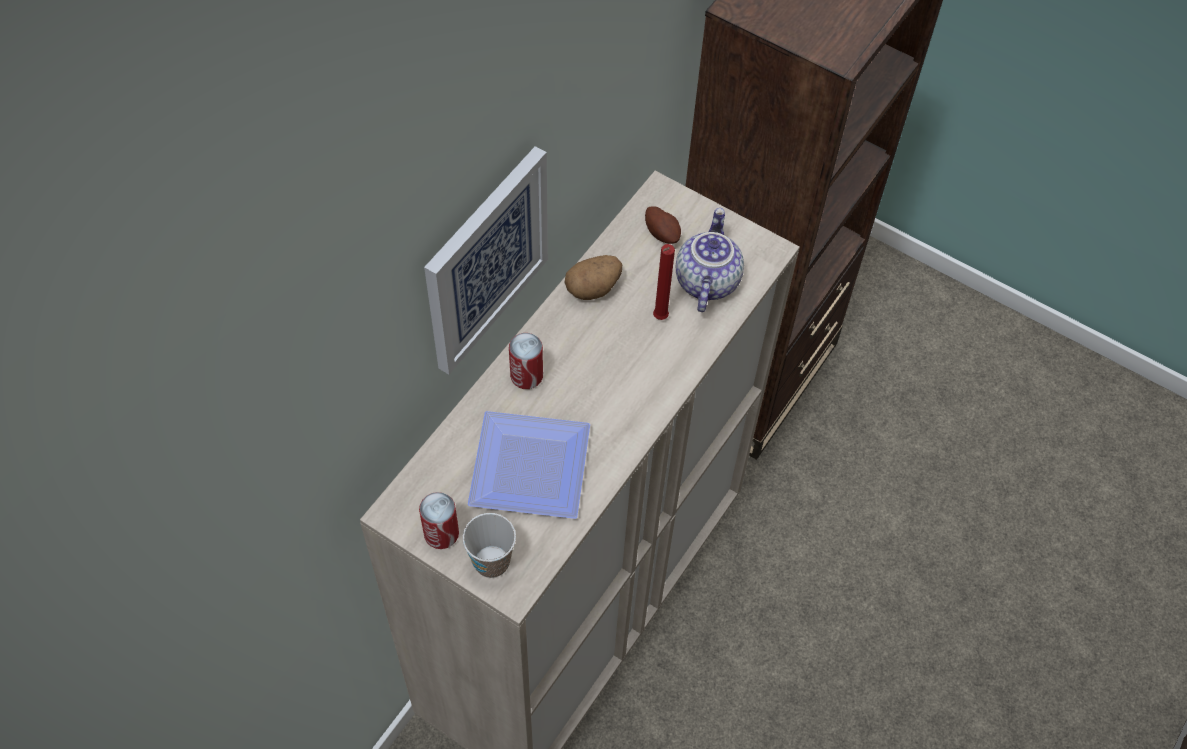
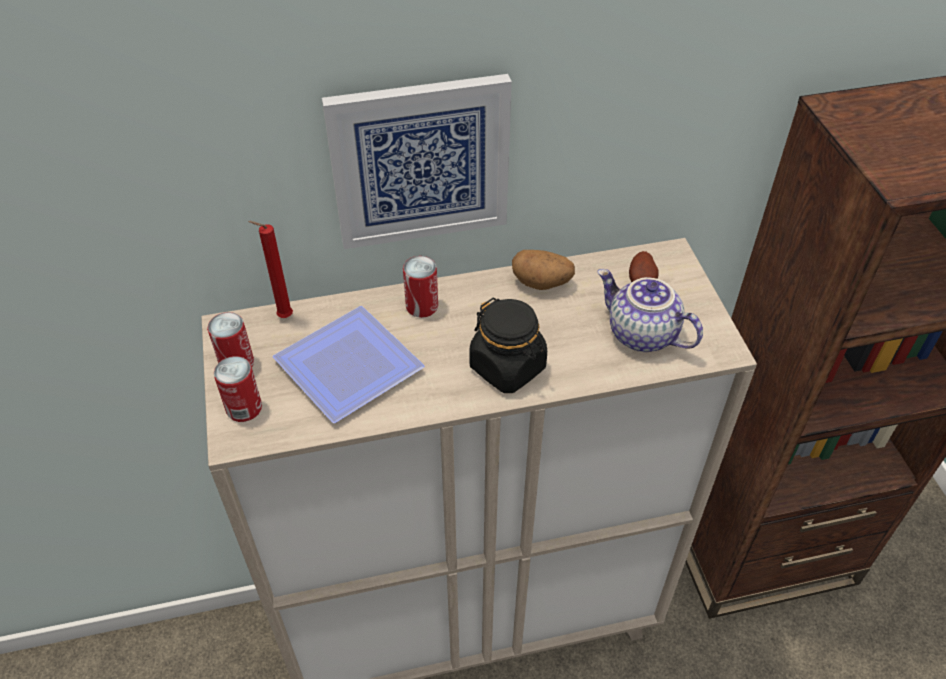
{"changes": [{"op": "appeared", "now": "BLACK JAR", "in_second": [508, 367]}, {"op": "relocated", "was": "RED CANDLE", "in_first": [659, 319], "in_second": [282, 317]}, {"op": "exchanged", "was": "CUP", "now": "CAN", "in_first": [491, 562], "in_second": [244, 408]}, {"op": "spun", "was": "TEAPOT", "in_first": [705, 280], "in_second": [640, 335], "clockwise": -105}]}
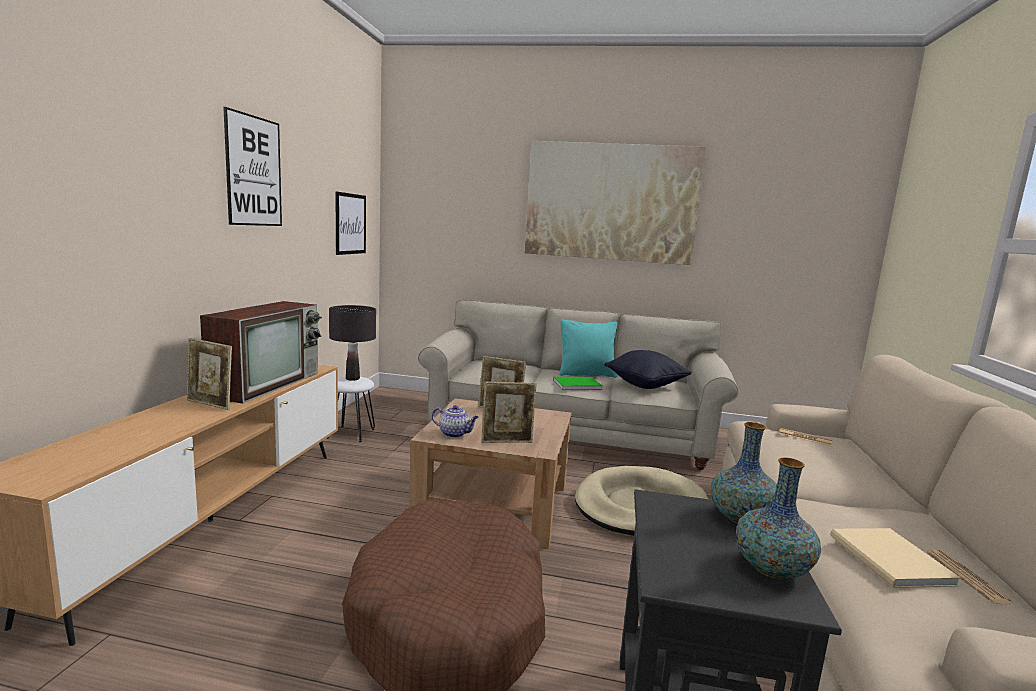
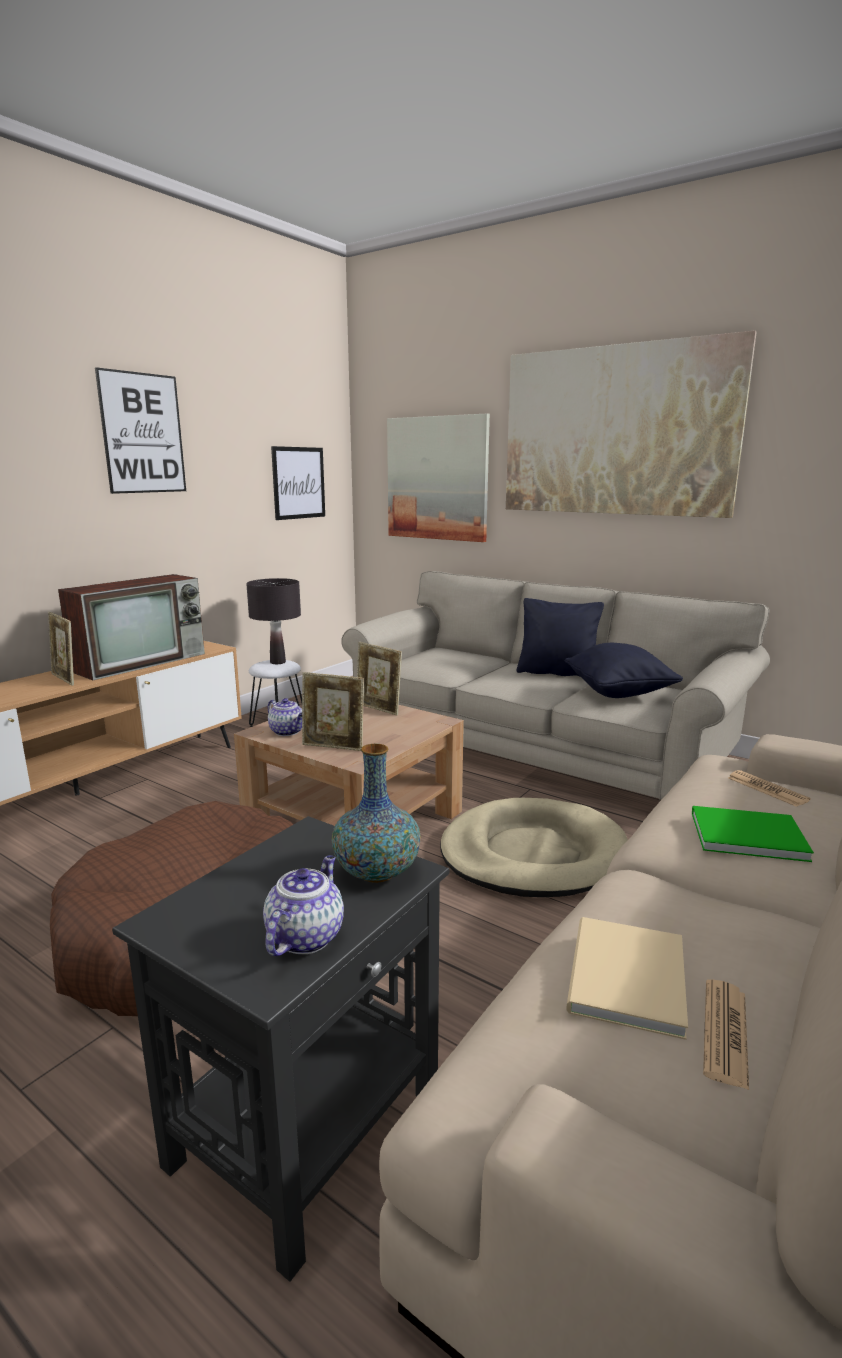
{"changes": [{"op": "appeared", "now": "PICTURE", "in_second": [437, 478]}, {"op": "relocated", "was": "GREEN BOOK", "in_first": [575, 384], "in_second": [743, 834]}, {"op": "exchanged", "was": "VASE", "now": "TEAPOT", "in_first": [771, 569], "in_second": [305, 936]}, {"op": "colour", "was": "TURQUOISE PILLOW", "now": "BLACK PILLOW", "in_first": [586, 374], "in_second": [557, 673]}]}
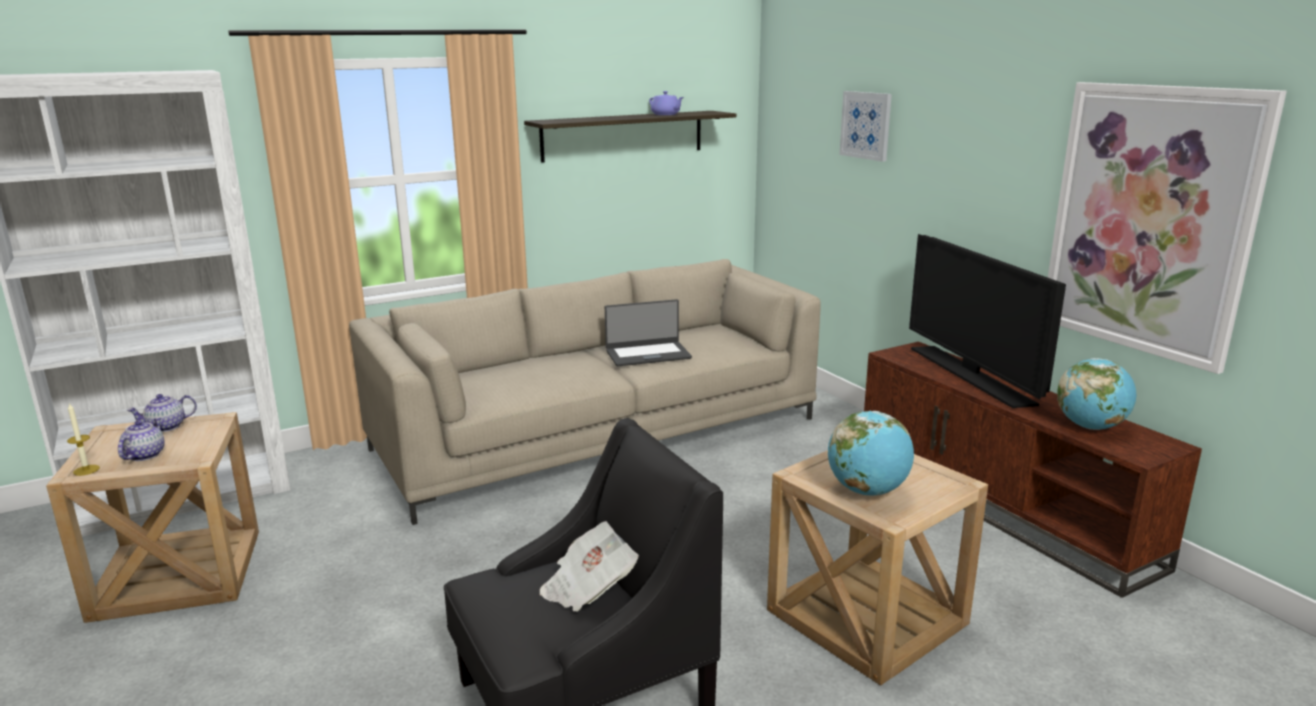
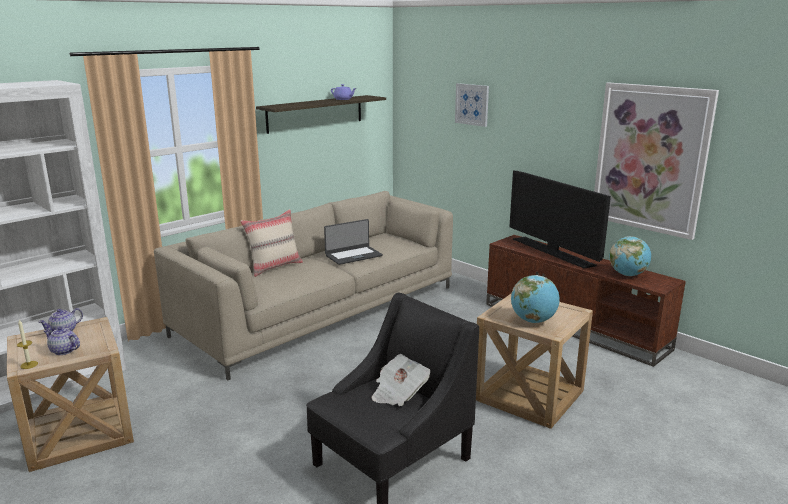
{"changes": [{"op": "appeared", "now": "BEIGE PILLOW", "in_second": [274, 267]}, {"op": "spun", "was": "TEAPOT", "in_first": [144, 455], "in_second": [63, 351], "clockwise": -60}]}
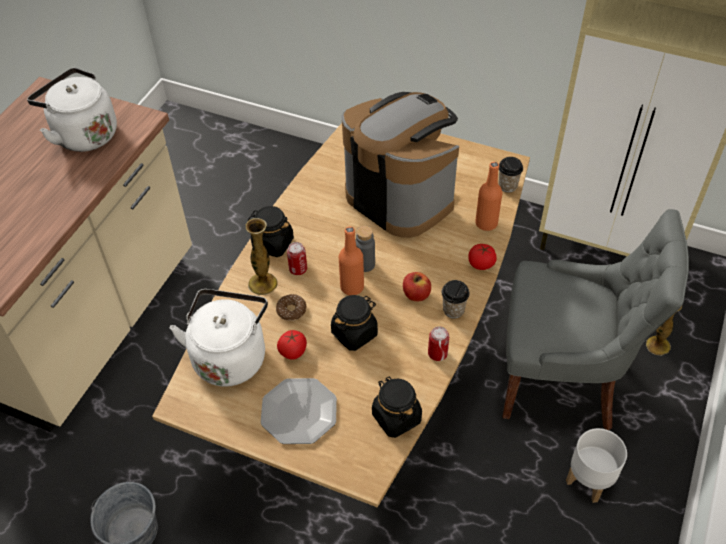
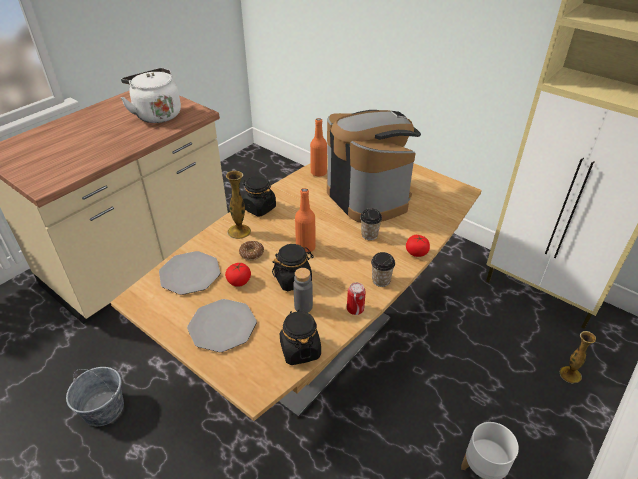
{"changes": [{"op": "missing", "was": "CAN", "in_first": [298, 269]}, {"op": "missing", "was": "APPLE", "in_first": [416, 294]}, {"op": "missing", "was": "GREY CHAIR", "in_first": [563, 379]}, {"op": "relocated", "was": "GREY BOTTLE", "in_first": [365, 264], "in_second": [303, 306]}, {"op": "relocated", "was": "ORANGE BOTTLE", "in_first": [486, 223], "in_second": [318, 172]}, {"op": "relocated", "was": "CUP", "in_first": [507, 186], "in_second": [369, 235]}, {"op": "exchanged", "was": "WHITE KETTLE", "now": "PLATE", "in_first": [230, 356], "in_second": [190, 274]}]}
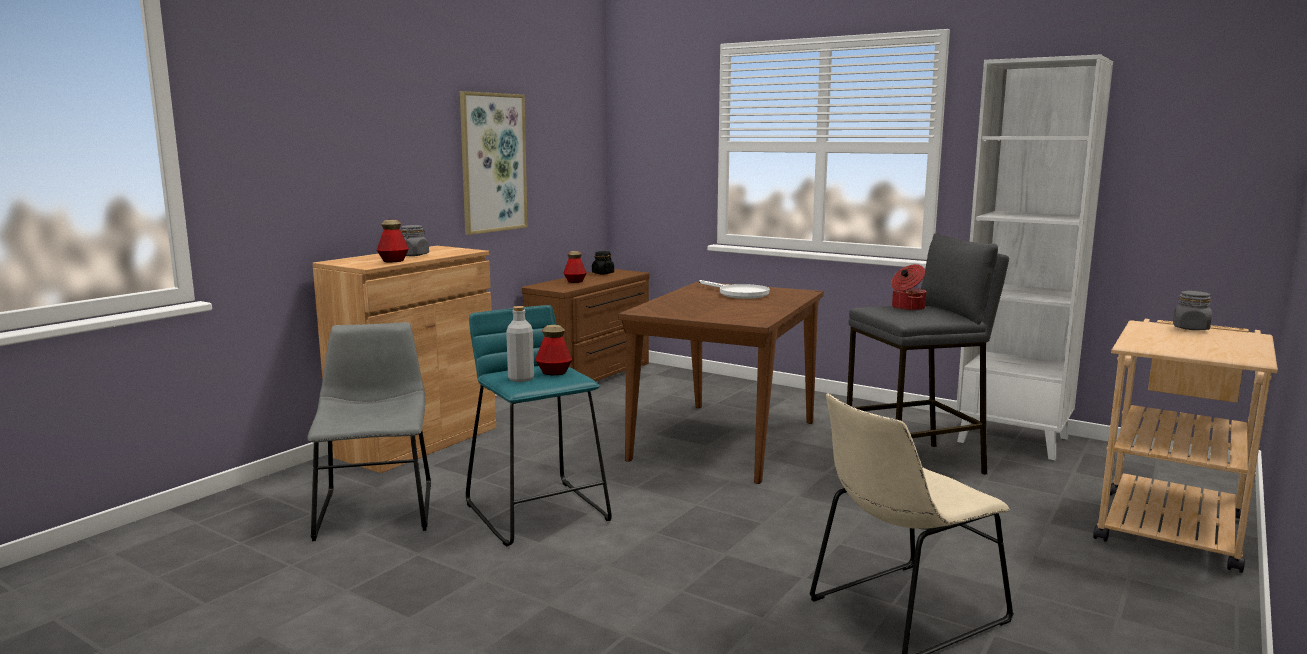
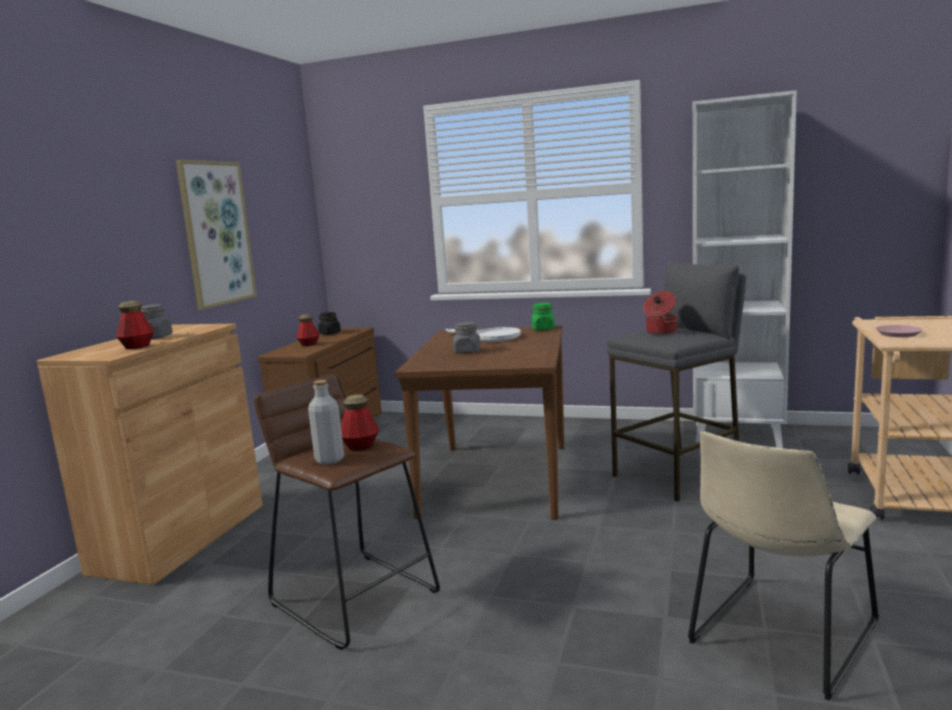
{"changes": [{"op": "missing", "was": "GREY CHAIR", "in_first": [376, 508]}, {"op": "appeared", "now": "GREEN JAR", "in_second": [543, 329]}, {"op": "appeared", "now": "PINK PLATE", "in_second": [898, 334]}, {"op": "relocated", "was": "GREY JAR", "in_first": [1190, 328], "in_second": [467, 351]}, {"op": "colour", "was": "TURQUOISE STOOL", "now": "BROWN STOOL", "in_first": [539, 512], "in_second": [356, 597]}]}
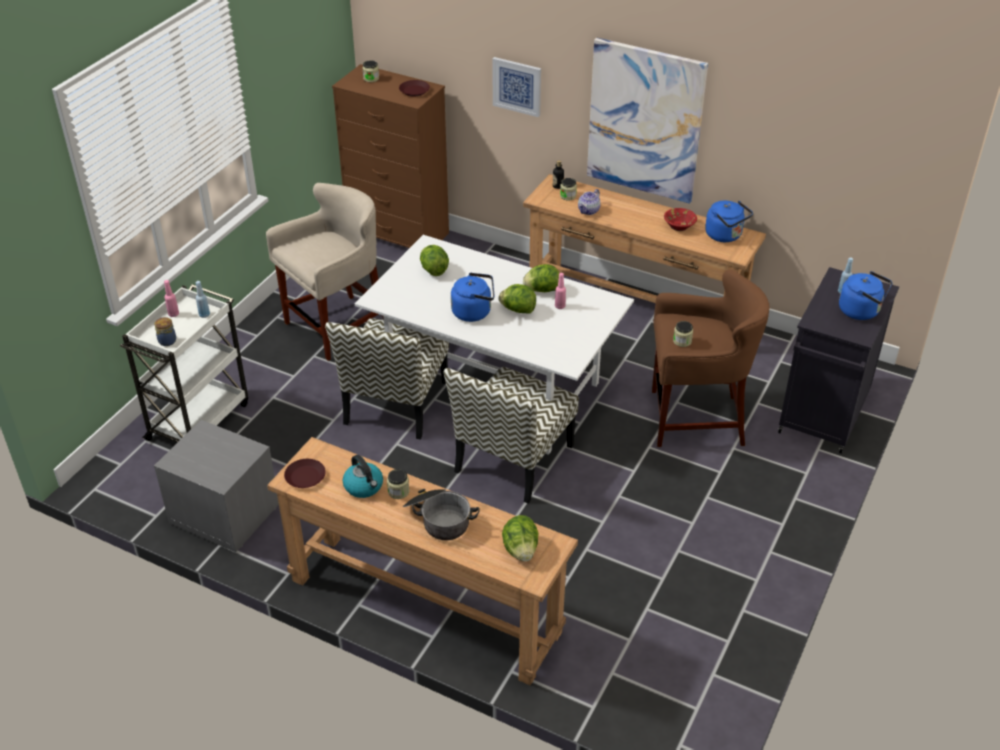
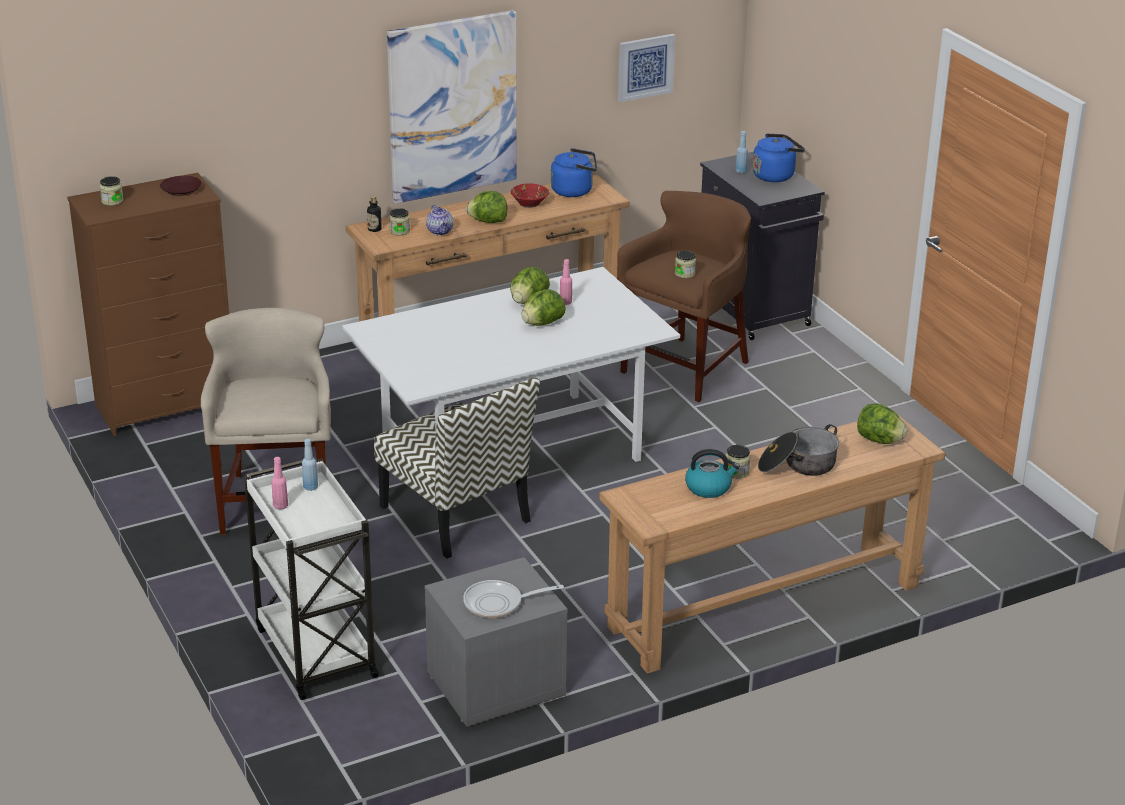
{"changes": [{"op": "missing", "was": "JAR", "in_first": [167, 340]}, {"op": "missing", "was": "BROWN PLATE", "in_first": [305, 477]}, {"op": "missing", "was": "CHAIR", "in_first": [513, 460]}, {"op": "missing", "was": "BLUE KETTLE", "in_first": [474, 312]}, {"op": "appeared", "now": "FRYING PAN", "in_second": [498, 603]}, {"op": "relocated", "was": "LETTUCE", "in_first": [433, 270], "in_second": [488, 221]}, {"op": "relocated", "was": "PICTURE", "in_first": [517, 86], "in_second": [645, 67]}]}
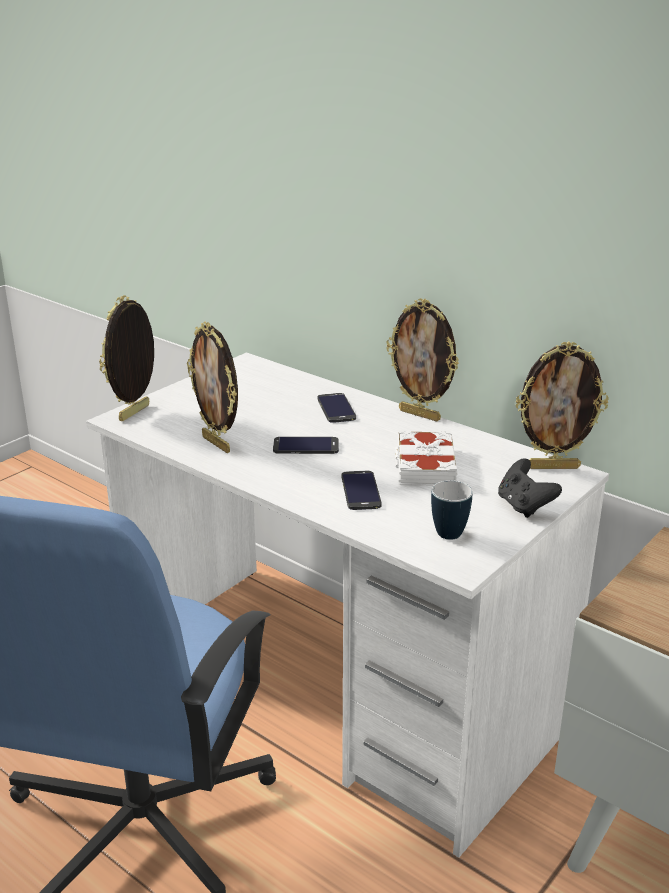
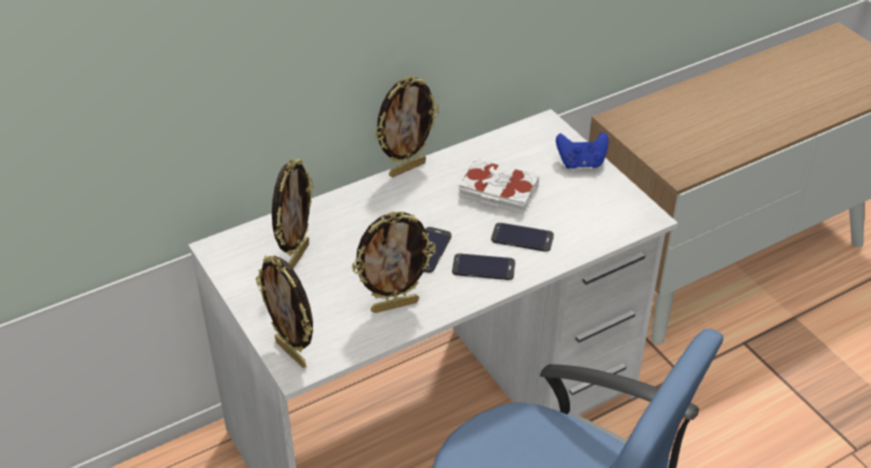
{"changes": [{"op": "missing", "was": "MUG", "in_first": [447, 529]}, {"op": "relocated", "was": "PHONE", "in_first": [336, 408], "in_second": [483, 267]}, {"op": "relocated", "was": "PICTURE FRAME", "in_first": [553, 467], "in_second": [297, 256]}, {"op": "colour", "was": "BLACK GAME CONTROLLER", "now": "BLUE GAME CONTROLLER", "in_first": [524, 506], "in_second": [581, 163]}]}
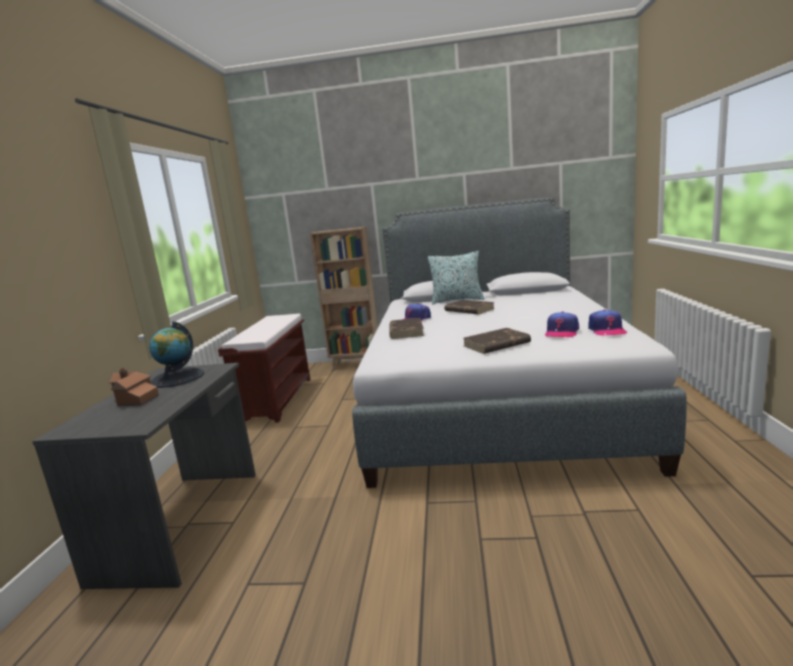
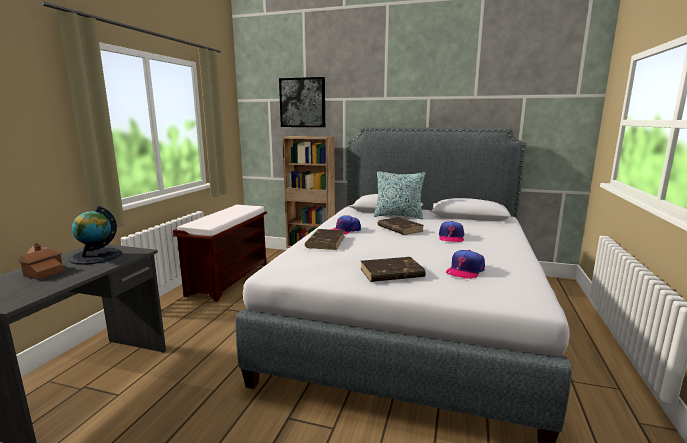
{"changes": [{"op": "appeared", "now": "PICTURE", "in_second": [302, 102]}, {"op": "relocated", "was": "CAP", "in_first": [607, 330], "in_second": [451, 237]}]}
